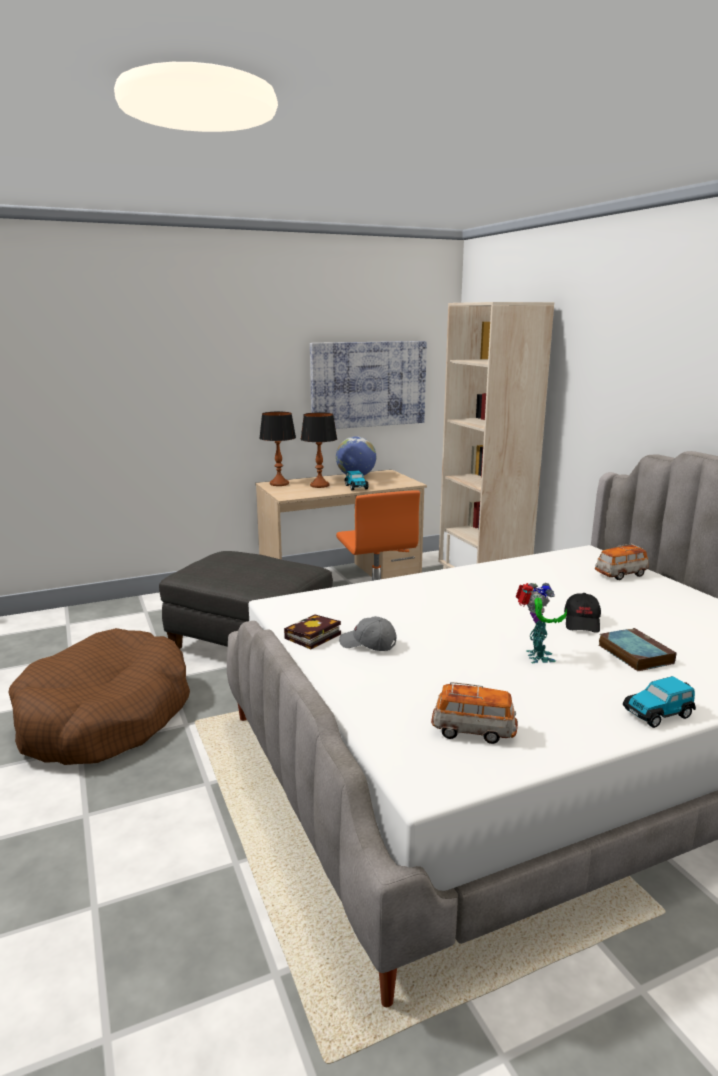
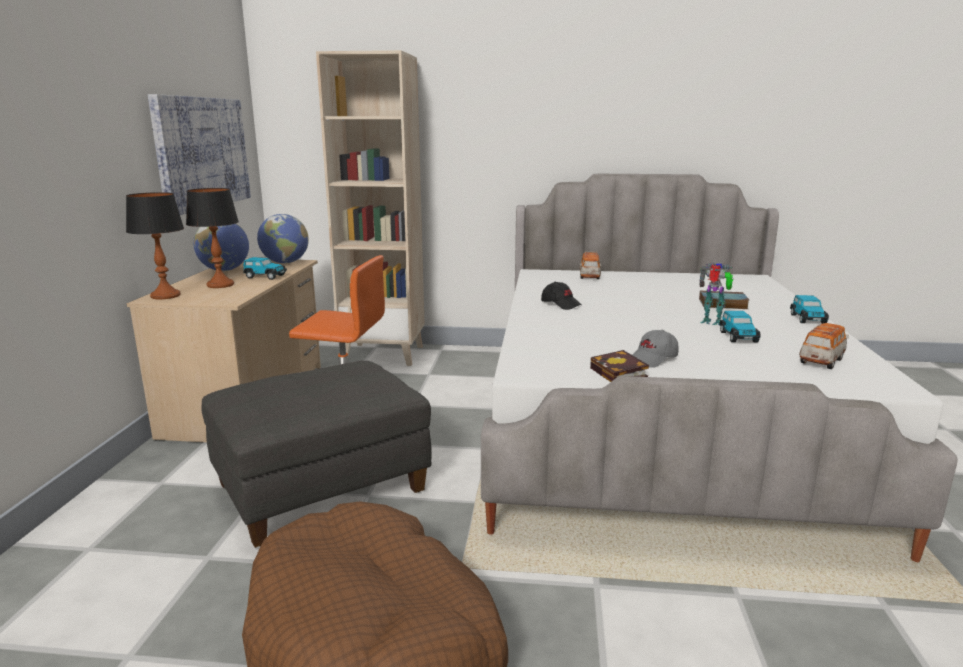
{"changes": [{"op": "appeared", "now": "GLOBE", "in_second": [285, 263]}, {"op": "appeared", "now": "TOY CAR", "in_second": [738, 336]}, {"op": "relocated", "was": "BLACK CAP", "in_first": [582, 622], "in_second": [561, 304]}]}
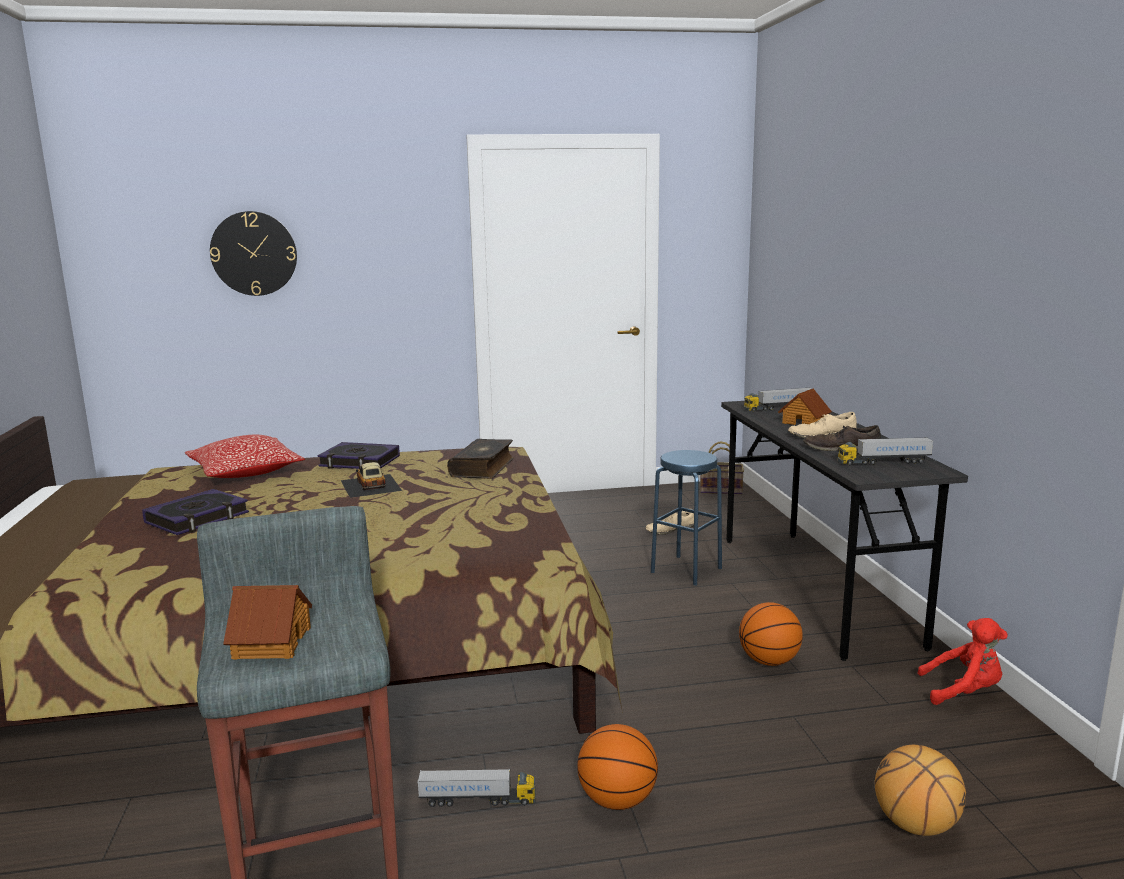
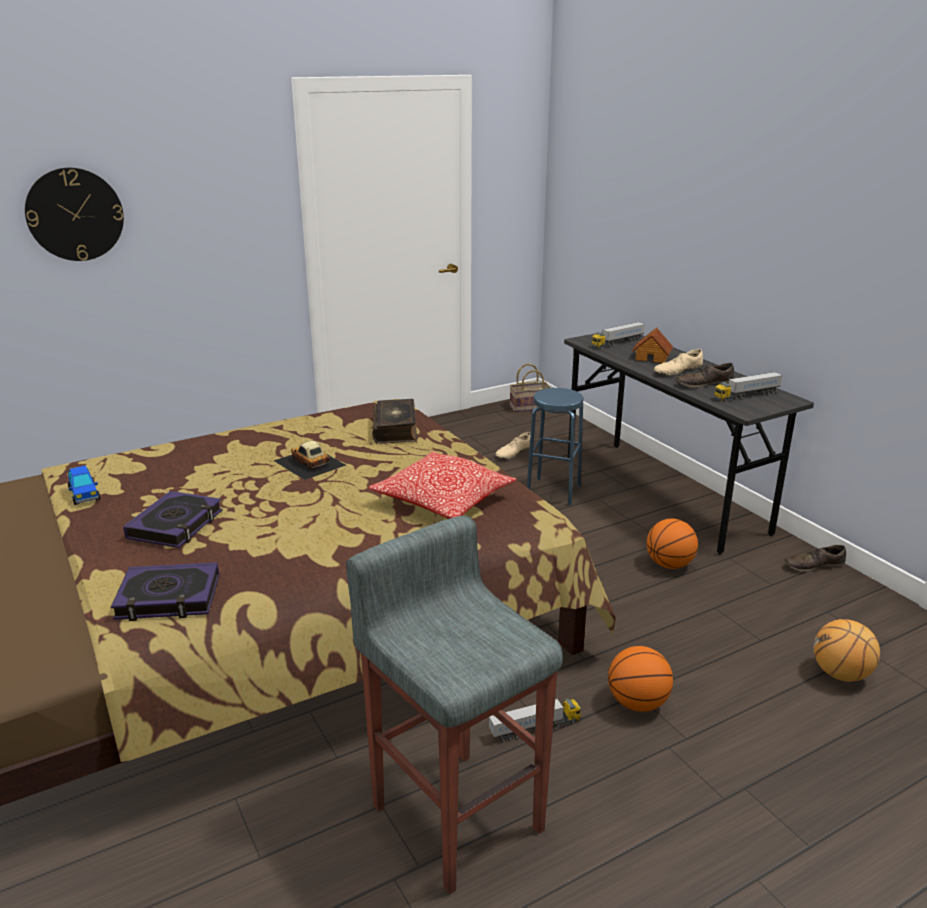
{"changes": [{"op": "missing", "was": "TOY HOUSE", "in_first": [271, 642]}, {"op": "appeared", "now": "TOY CAR", "in_second": [84, 494]}, {"op": "relocated", "was": "PILLOW", "in_first": [245, 472], "in_second": [443, 501]}, {"op": "relocated", "was": "BOOK", "in_first": [359, 462], "in_second": [168, 598]}, {"op": "exchanged", "was": "RED PLUSH TOY", "now": "BROWN SHOE", "in_first": [963, 692], "in_second": [813, 565]}]}
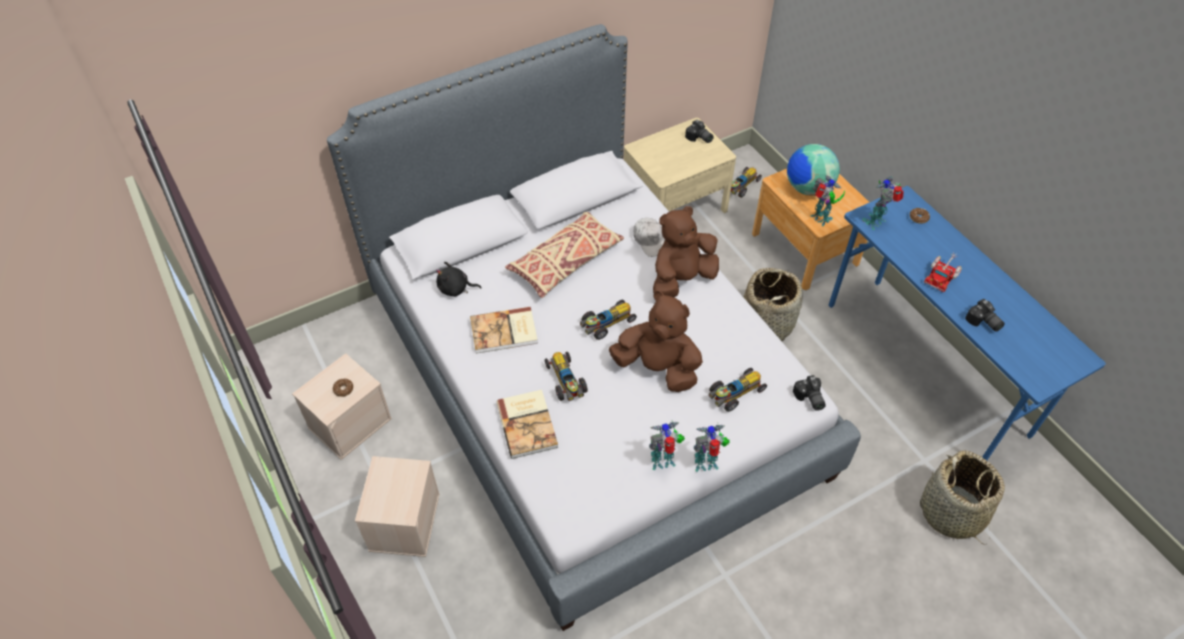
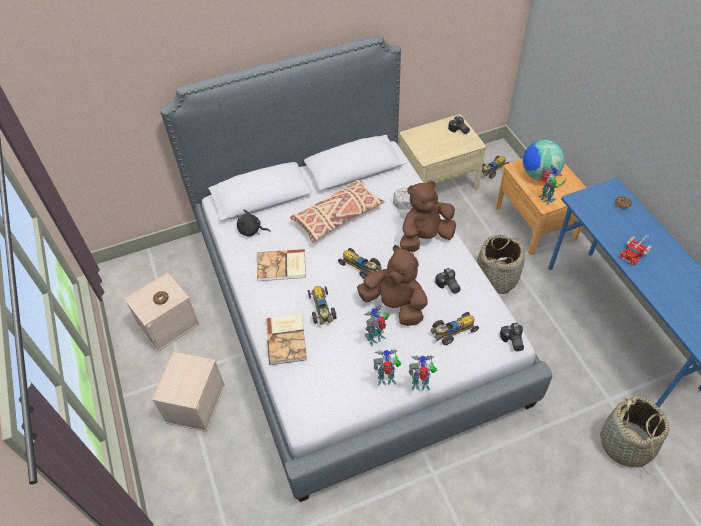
{"changes": [{"op": "relocated", "was": "TOY ROBOT", "in_first": [876, 222], "in_second": [376, 338]}, {"op": "relocated", "was": "PHOTO CAMERA", "in_first": [983, 322], "in_second": [448, 286]}, {"op": "spun", "was": "TOY CAR", "in_first": [606, 323], "in_second": [361, 267], "clockwise": -120}]}
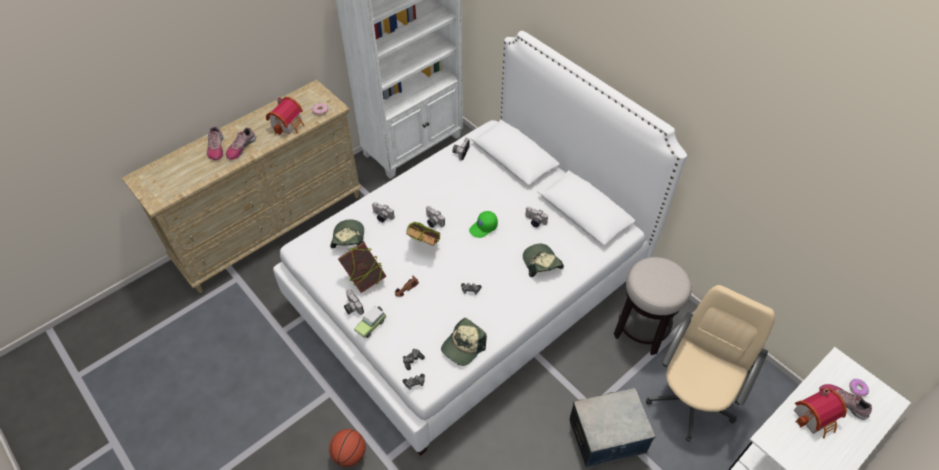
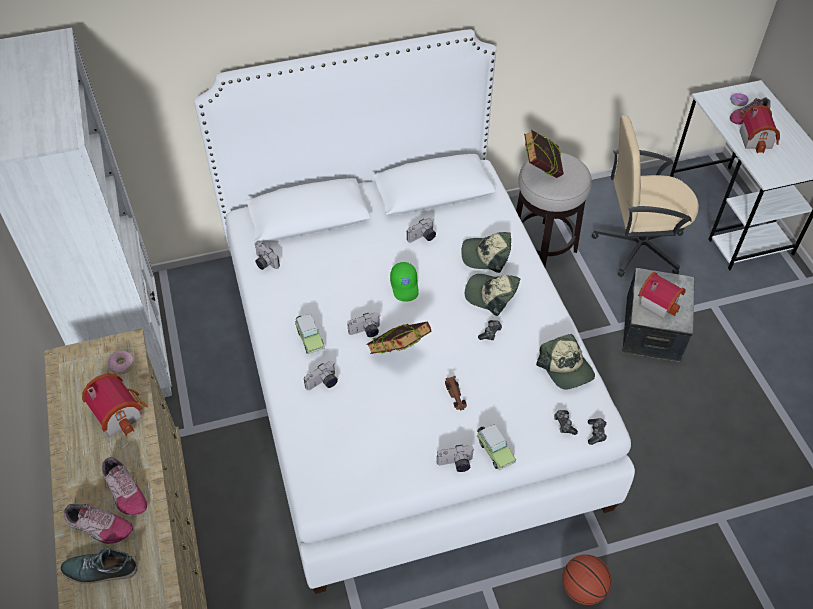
{"changes": [{"op": "appeared", "now": "SHOE", "in_second": [100, 570]}, {"op": "appeared", "now": "TOY CAR", "in_second": [309, 338]}, {"op": "appeared", "now": "TOY HOUSE", "in_second": [658, 301]}, {"op": "relocated", "was": "CAP", "in_first": [348, 239], "in_second": [491, 295]}, {"op": "relocated", "was": "BOOK", "in_first": [364, 279], "in_second": [541, 171]}, {"op": "spun", "was": "BEIGE OFFICE CHAIR", "in_first": [691, 398], "in_second": [637, 246], "clockwise": -60}]}
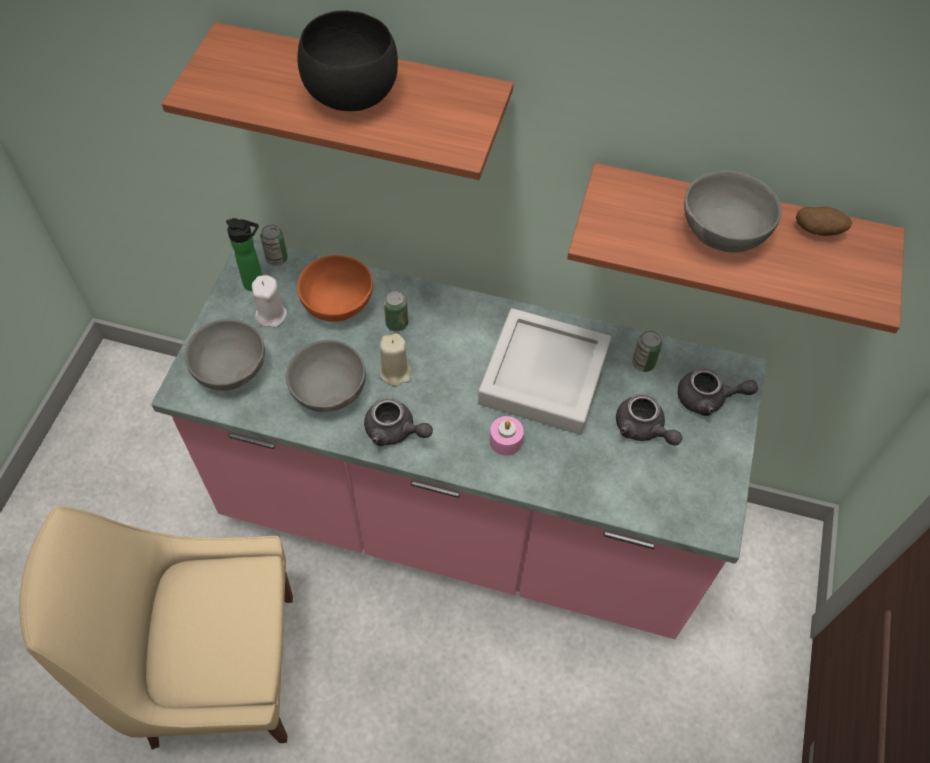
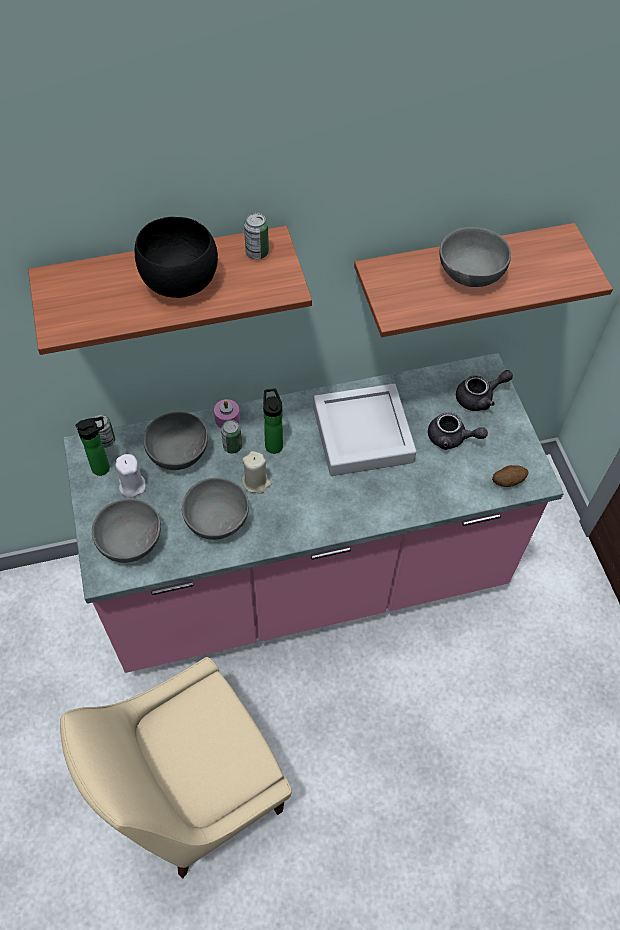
{"changes": [{"op": "missing", "was": "GREY TEAPOT", "in_first": [395, 431]}, {"op": "appeared", "now": "BOTTLE", "in_second": [273, 444]}, {"op": "relocated", "was": "PINK CANDLE", "in_first": [505, 441], "in_second": [227, 419]}, {"op": "relocated", "was": "CAN", "in_first": [643, 363], "in_second": [257, 252]}, {"op": "relocated", "was": "POTATO", "in_first": [818, 231], "in_second": [507, 481]}, {"op": "colour", "was": "ORANGE BOWL", "now": "GREY BOWL", "in_first": [339, 306], "in_second": [180, 454]}]}
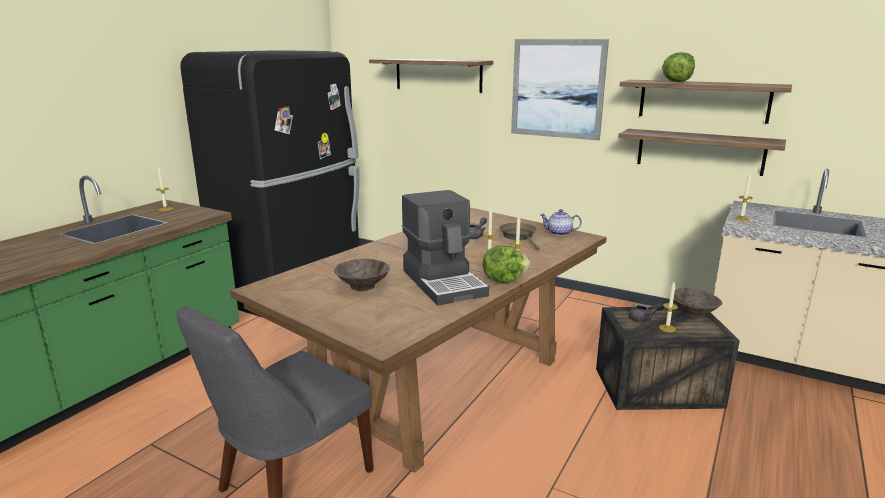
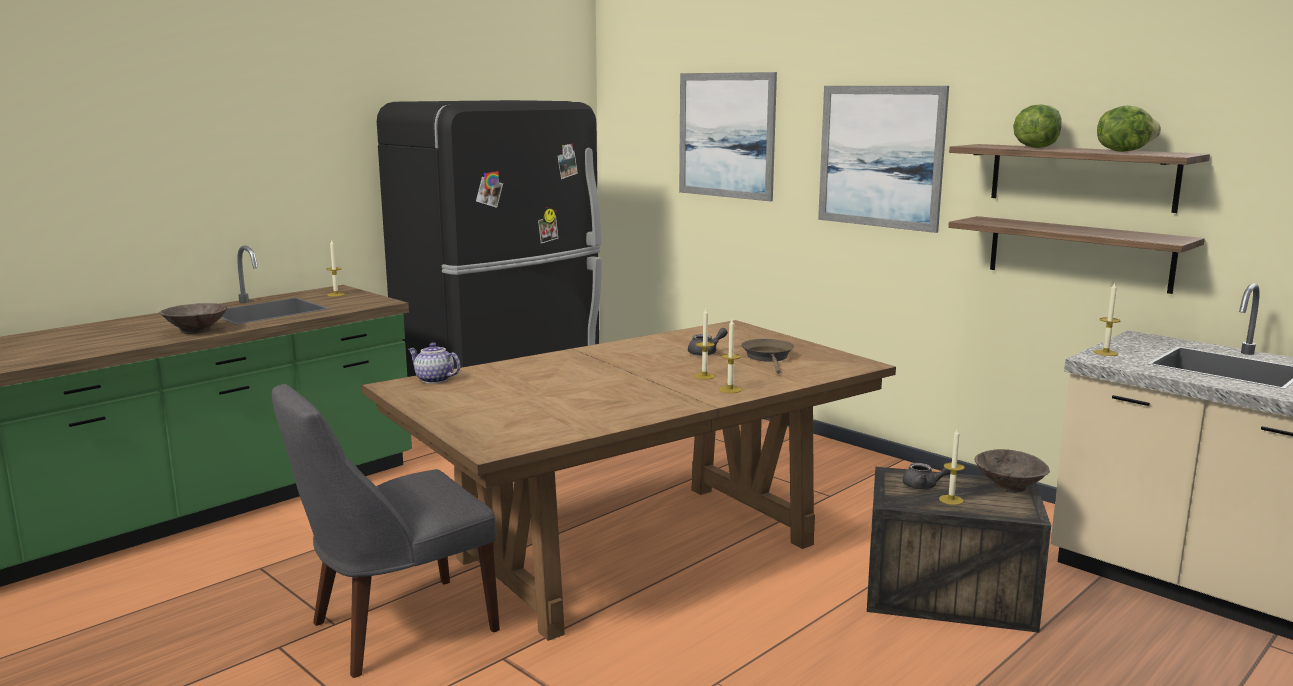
{"changes": [{"op": "missing", "was": "COFFEE MACHINE", "in_first": [444, 282]}, {"op": "relocated", "was": "BROWN BOWL", "in_first": [363, 286], "in_second": [196, 331]}, {"op": "relocated", "was": "LETTUCE", "in_first": [504, 280], "in_second": [1123, 151]}, {"op": "relocated", "was": "TEAPOT", "in_first": [559, 233], "in_second": [433, 380]}, {"op": "exchanged", "was": "SHELF", "now": "PICTURE", "in_first": [438, 75], "in_second": [726, 135]}]}
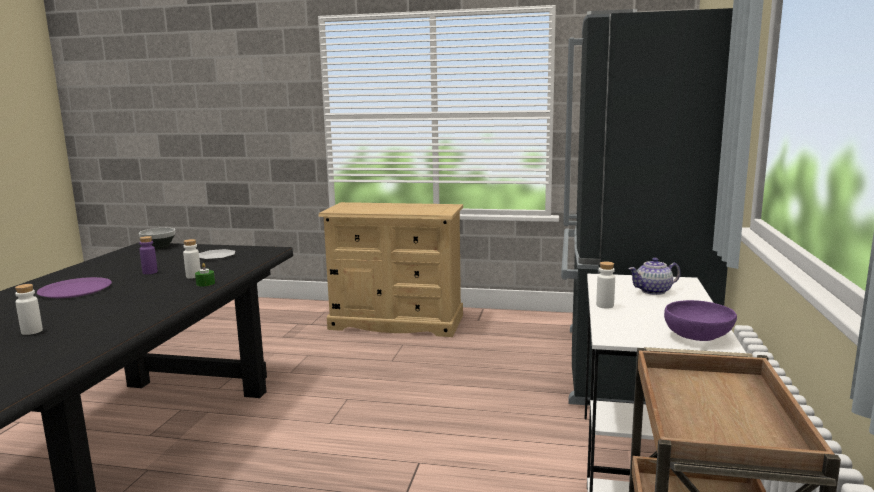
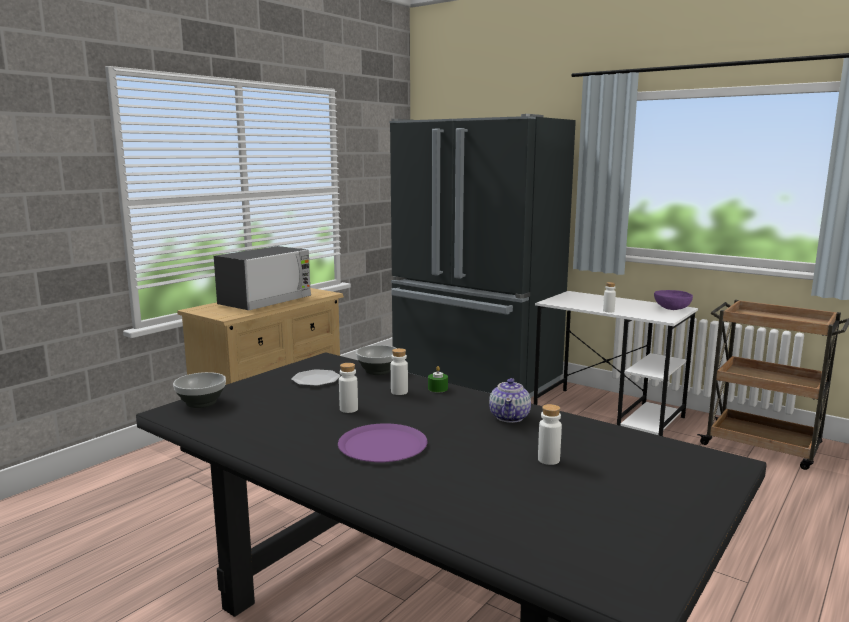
{"changes": [{"op": "appeared", "now": "MICROWAVE", "in_second": [266, 301]}, {"op": "appeared", "now": "BOWL", "in_second": [377, 371]}, {"op": "relocated", "was": "TEAPOT", "in_first": [654, 291], "in_second": [510, 417]}, {"op": "colour", "was": "PURPLE BOTTLE", "now": "WHITE BOTTLE", "in_first": [150, 272], "in_second": [348, 409]}]}
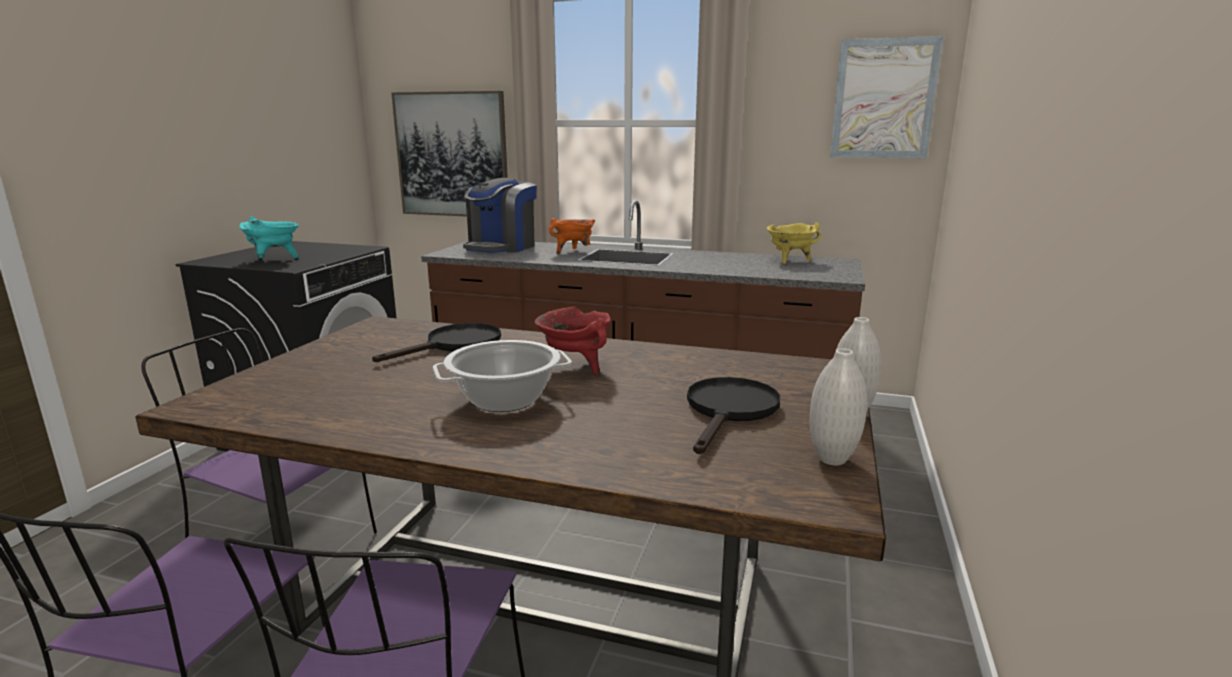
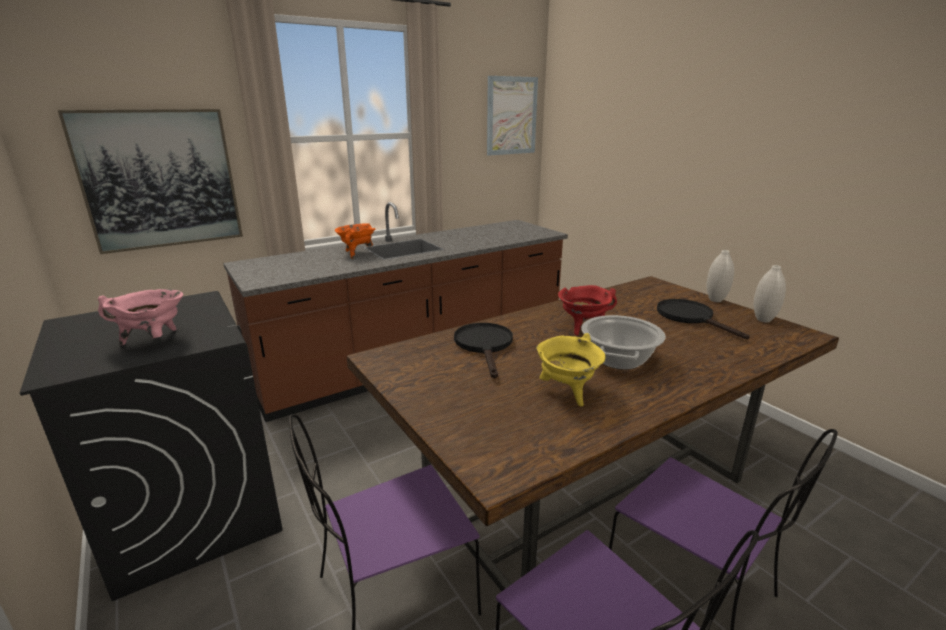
{"changes": [{"op": "missing", "was": "COFFEE MACHINE", "in_first": [501, 247]}, {"op": "relocated", "was": "YELLOW COOKING POT", "in_first": [789, 261], "in_second": [567, 392]}, {"op": "colour", "was": "TURQUOISE COOKING POT", "now": "PINK COOKING POT", "in_first": [274, 260], "in_second": [154, 340]}]}
